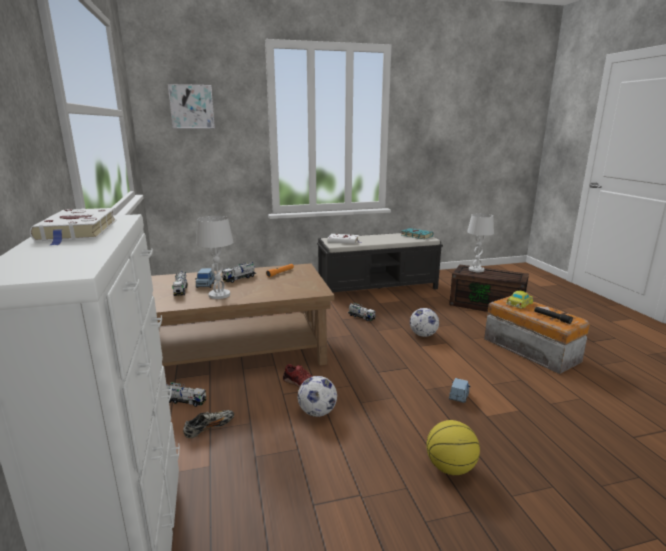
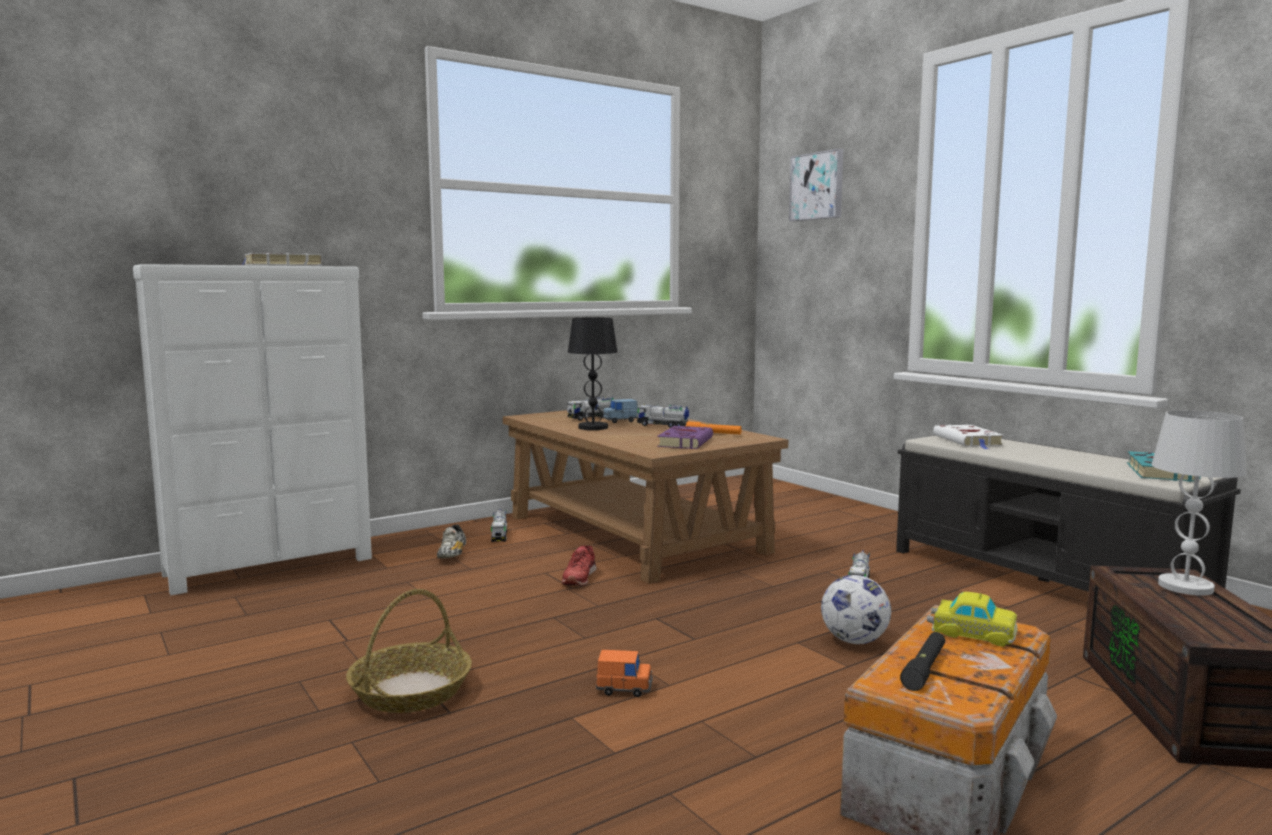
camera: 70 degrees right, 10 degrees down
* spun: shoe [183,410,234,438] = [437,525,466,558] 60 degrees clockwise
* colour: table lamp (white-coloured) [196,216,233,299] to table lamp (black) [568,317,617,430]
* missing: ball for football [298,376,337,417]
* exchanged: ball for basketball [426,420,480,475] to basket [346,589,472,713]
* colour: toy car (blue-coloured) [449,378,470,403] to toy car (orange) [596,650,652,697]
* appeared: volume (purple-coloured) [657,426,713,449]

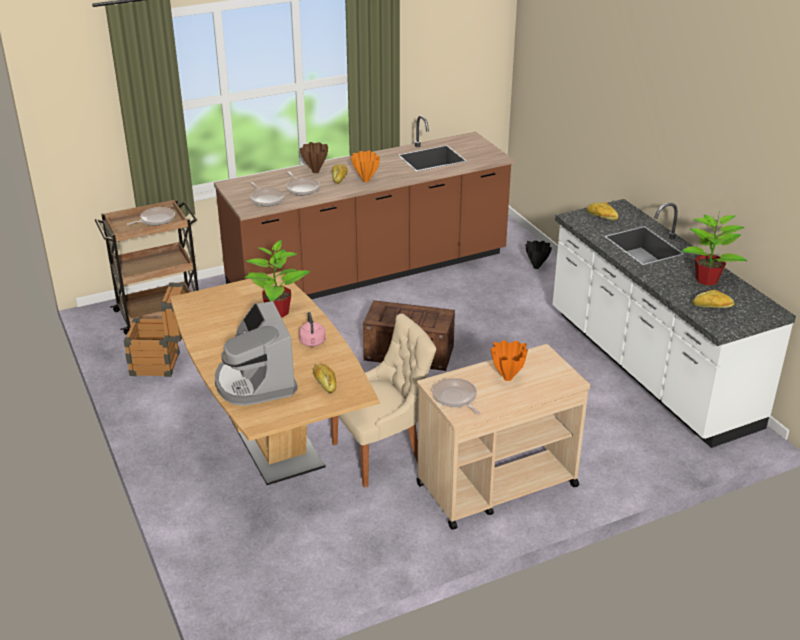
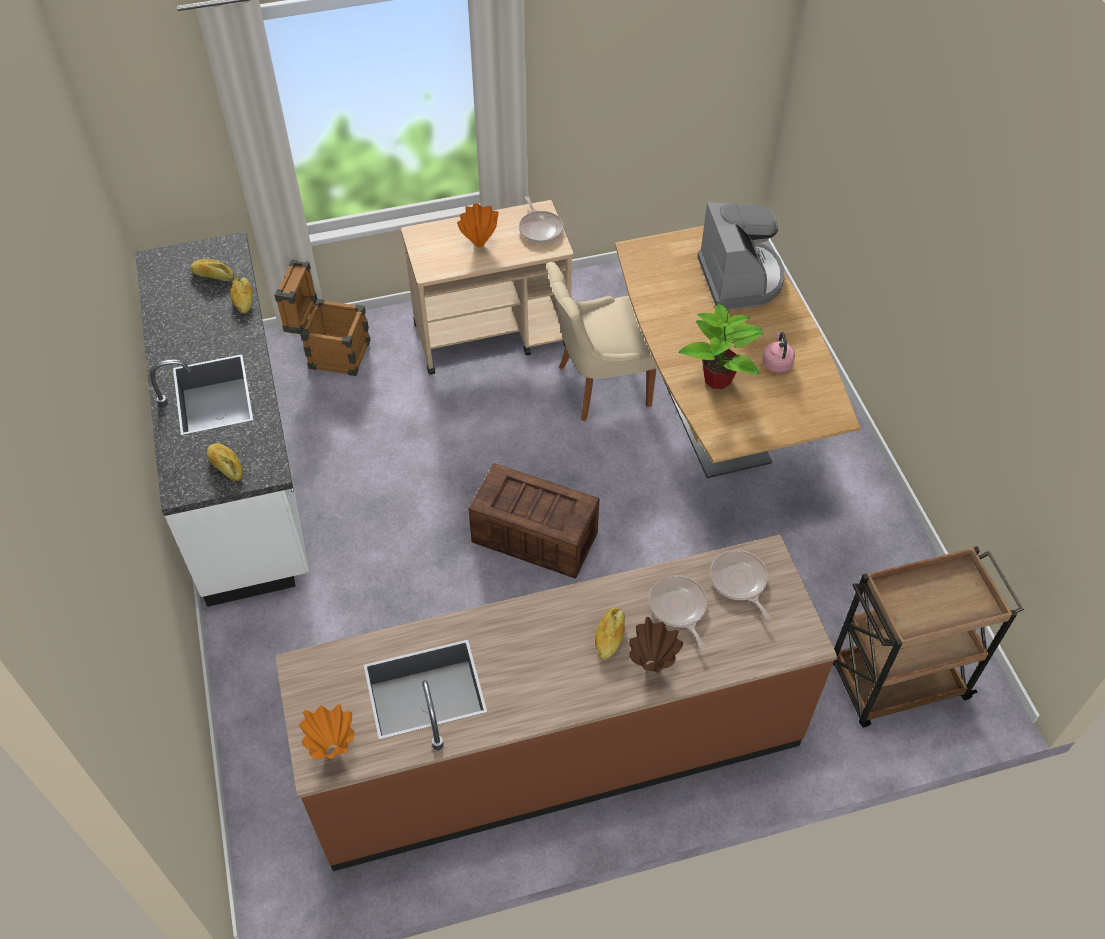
camera: 170 degrees left, 20 degrees up
* relocated: packing crate [123,283,185,377] to [274,260,370,376]
* missing: frying pan [127,207,175,226]
* relocated: kettle (pink) [299,312,326,347] to [762,331,795,373]
* relocated: bakery bread [313,364,336,393] to [230,277,253,314]
* relocated: flower vase (orange) [351,150,380,182] to [299,704,354,759]
* missing: flower vase (black) [526,240,552,269]
* missing: plant in a pot [682,214,747,286]

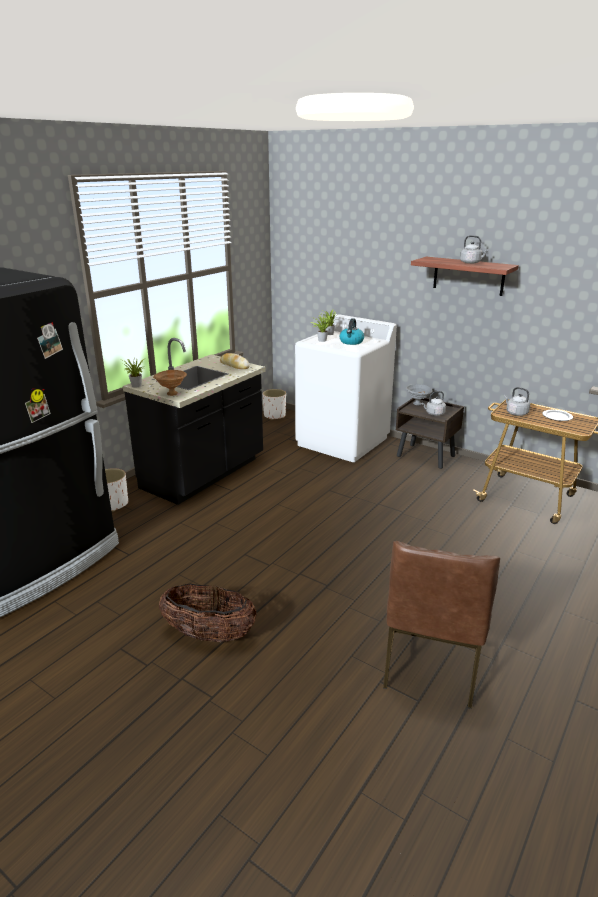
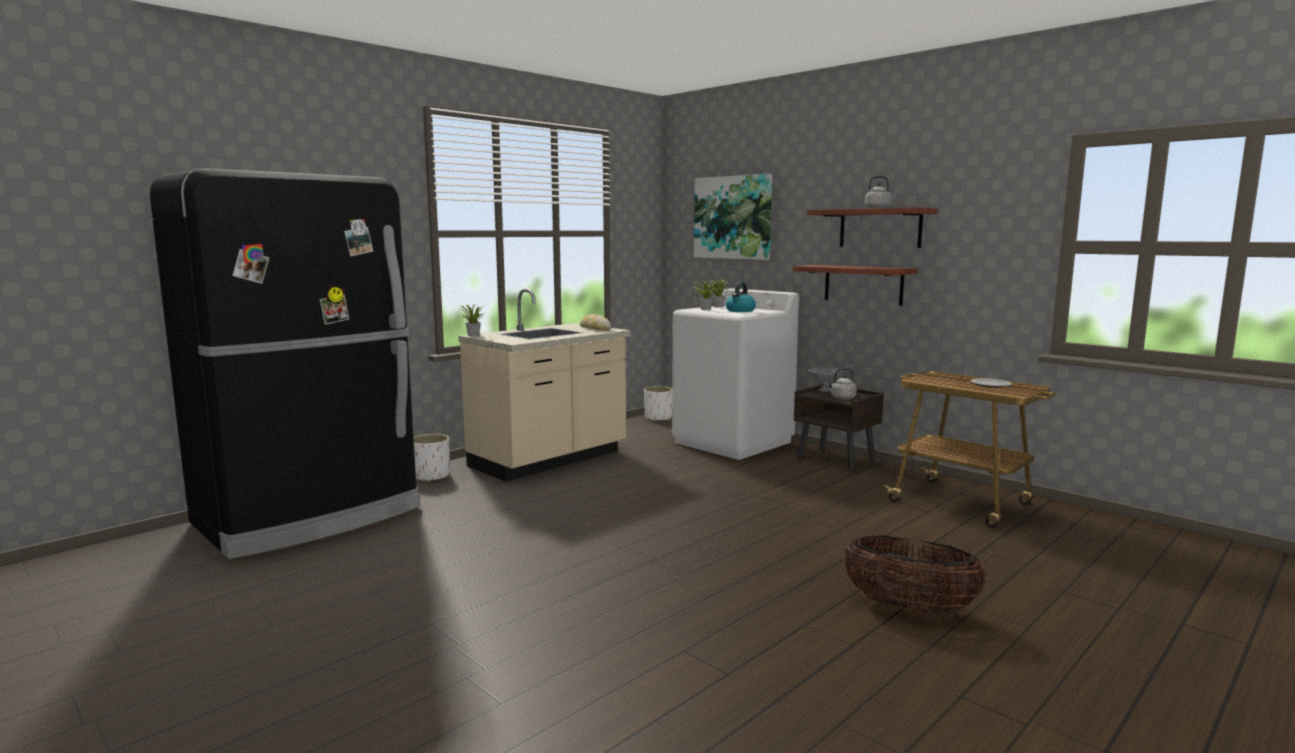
camera: 10 degrees right, 15 degrees down
* colour: kitchen counter (black) [123,338,266,505] to kitchen counter (sand-coloured) [458,288,631,482]
* missing: serving bowl (brown-coloured) [153,370,187,396]
* relocated: basket [159,584,257,642] to [843,535,986,614]
* missing: plain chair (brown-coloured) [383,541,500,709]
* missing: kettle (greyish) [504,387,530,416]
* appeared: wall picture [694,174,772,260]
* appeared: wall shelf [793,265,918,306]

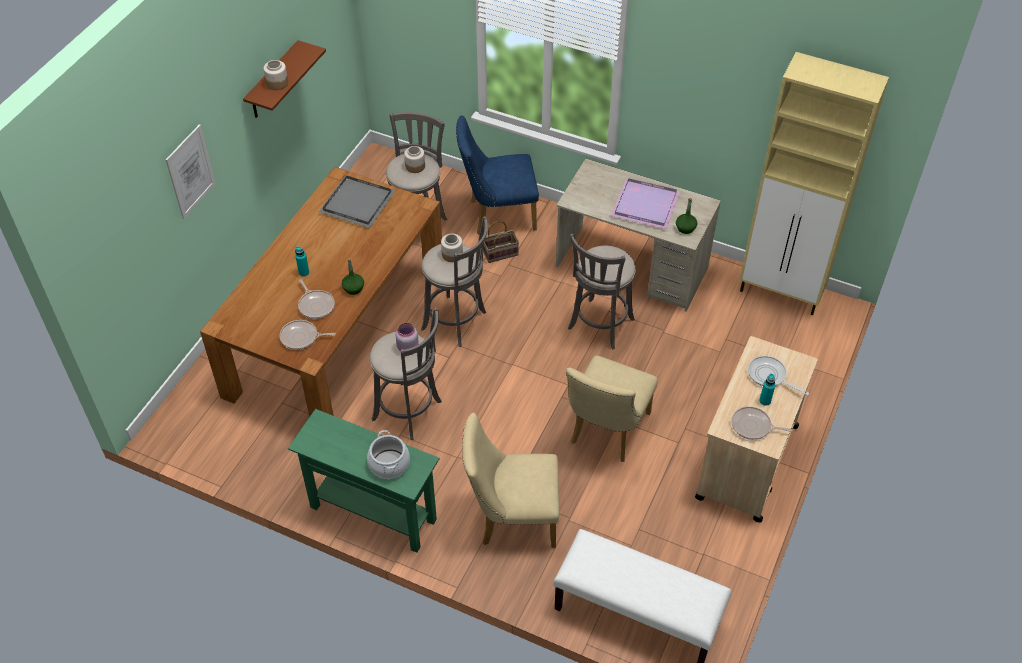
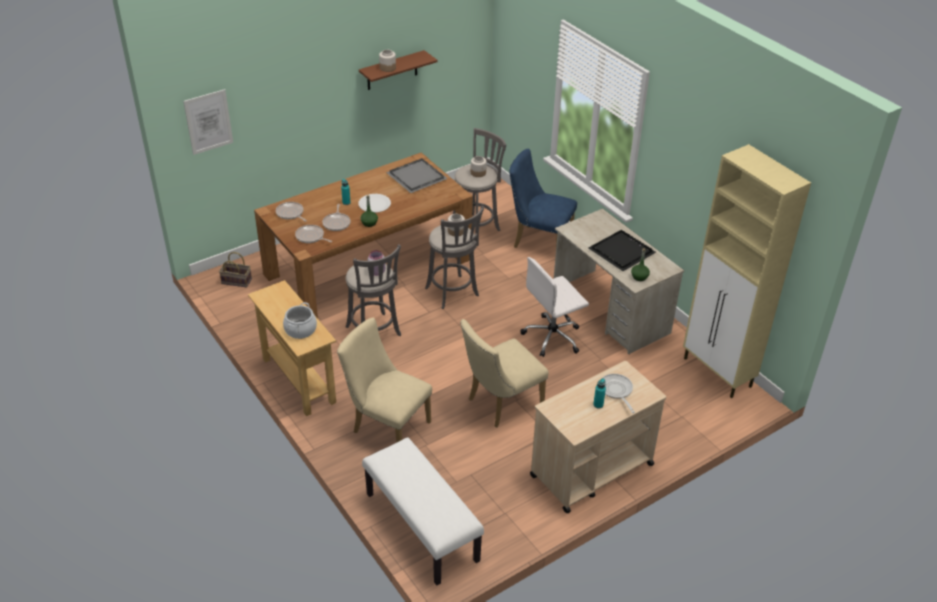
camera: 30 degrees right, 10 degrees down
* relocated: wall picture [166,124,216,219] to [183,89,233,155]
* colour: narrow table (green-coloured) [288,409,440,553] to narrow table (sand-coloured) [248,280,336,416]
* relocated: basket [483,221,519,263] to [219,252,252,287]
* exchanged: stool seat (greyish) [568,233,636,350] to office chair (white-coloured) [520,257,589,357]
* colour: serving tray (purple-coloured) [611,178,680,229] to serving tray (black) [588,230,656,271]
* relocated: frying pan [731,406,792,440] to [276,202,307,222]
* appeared: flat dish (white-coloured) [358,194,391,213]

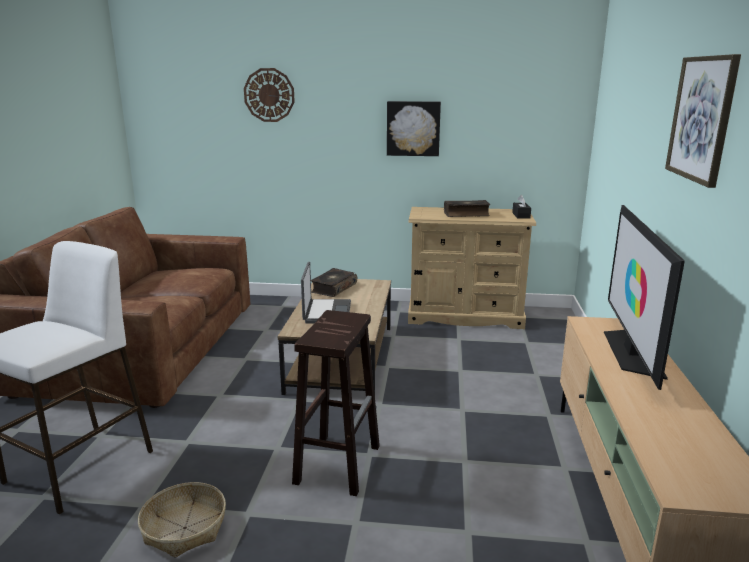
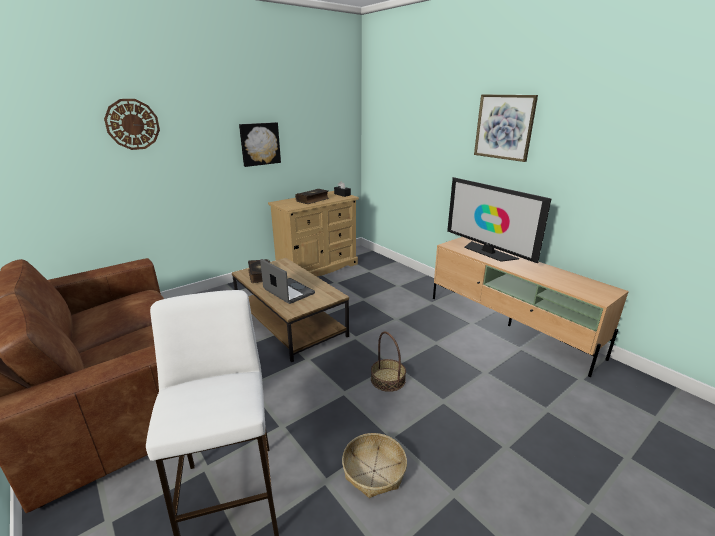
camera: 45 degrees left, 5 degrees up
* exchanged: stool seat (brown-coloured) [292,310,380,496] to basket [371,331,406,392]

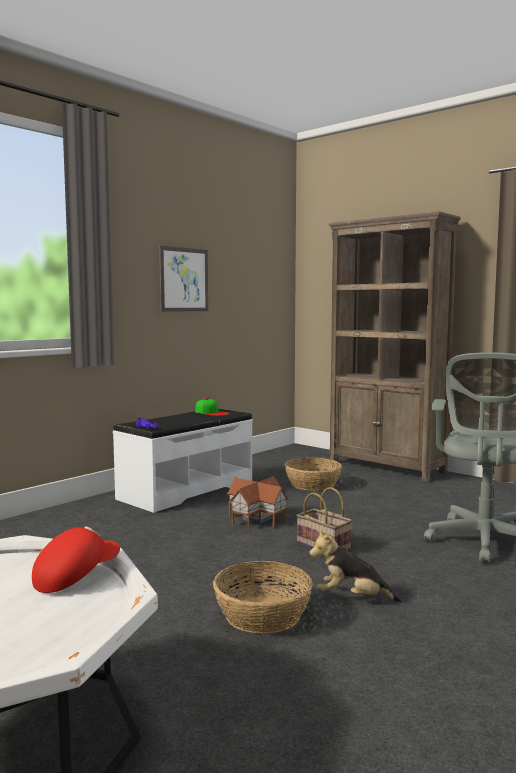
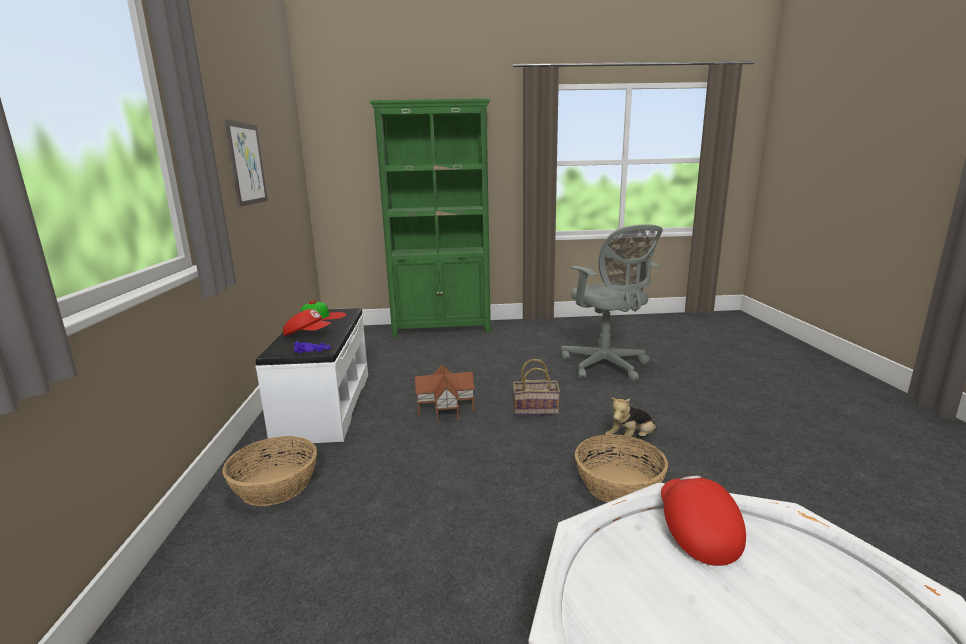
camera: 45 degrees left, 10 degrees up
* relocated: basket [284,457,342,491] to [222,436,317,506]
* colour: bookshelf (brown-coloured) [328,211,461,482] to bookshelf (green-coloured) [370,98,491,337]
* appeared: cap (red-coloured) [283,309,330,336]

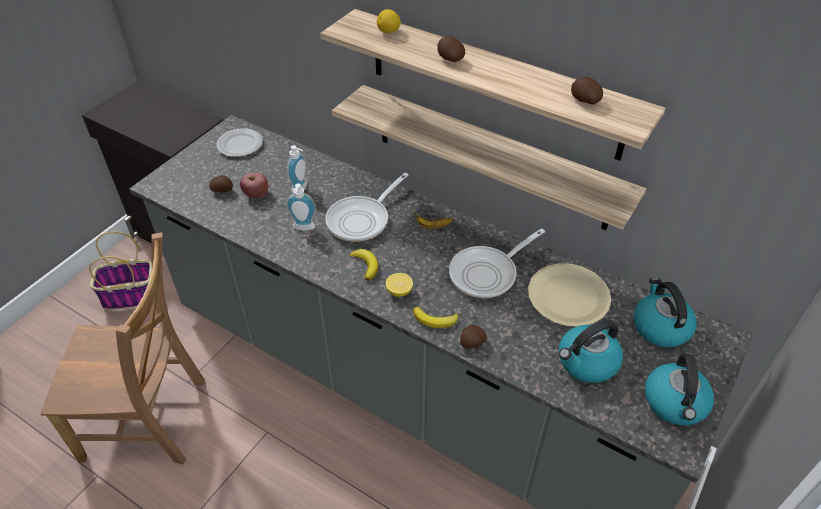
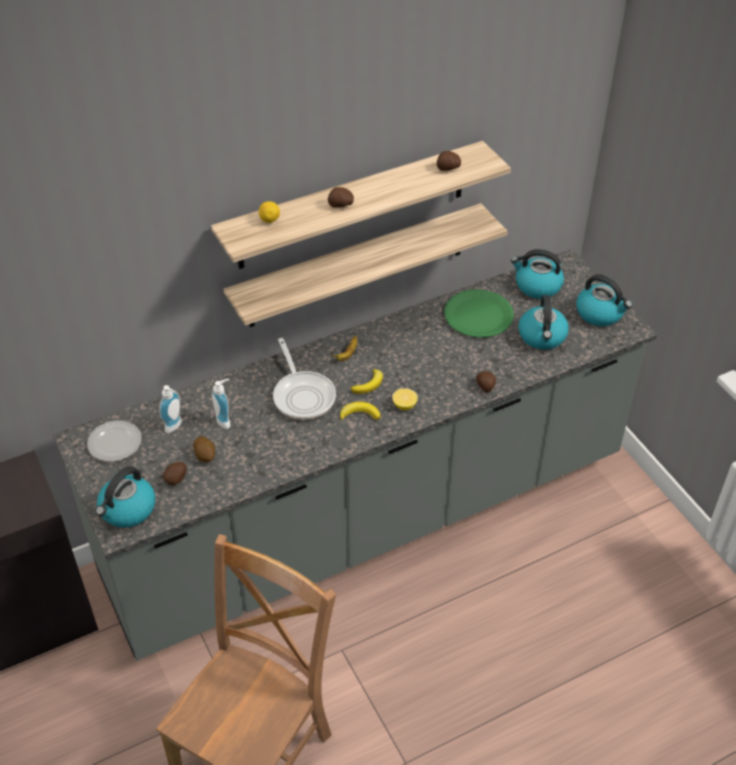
camera: 60 degrees left, 0 degrees up
* missing: basket [89,231,152,310]
* exchanged: whole apple [240,173,268,198] to spud [193,436,215,462]
* relocated: soap bottle [286,184,316,231] to [159,385,182,433]
* relocated: banana [413,307,458,328] to [351,369,383,394]
* missing: frying pan [449,229,545,298]
* colour: flat dish (sand-coloured) [528,263,611,327] to flat dish (green-coloured) [444,289,514,338]
* appeared: kettle [96,466,155,528]

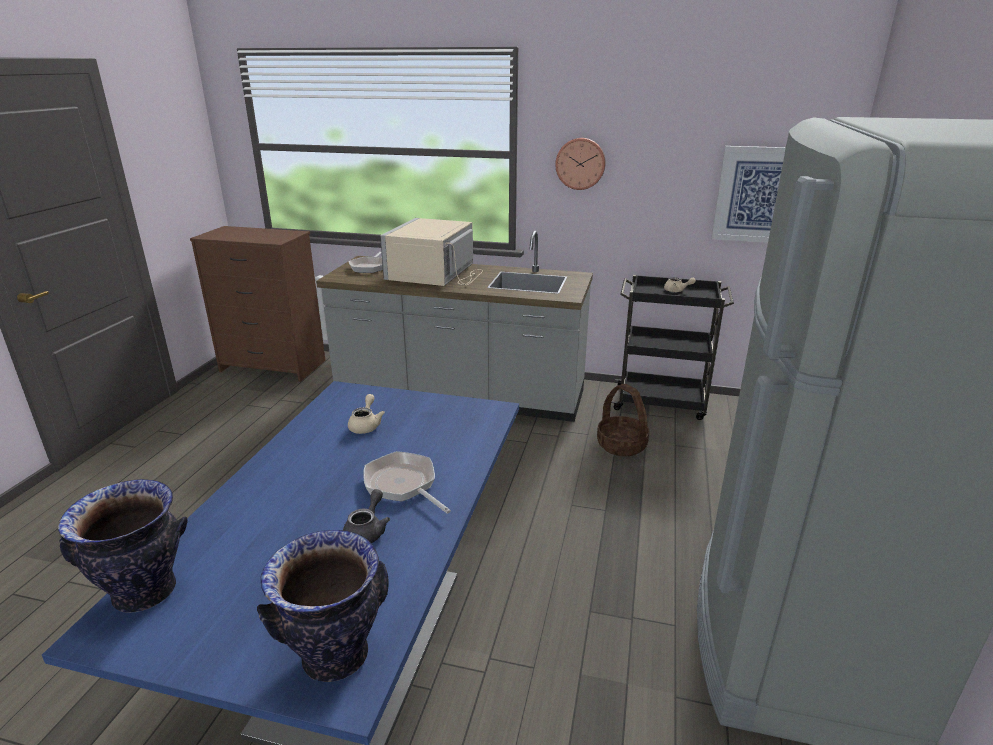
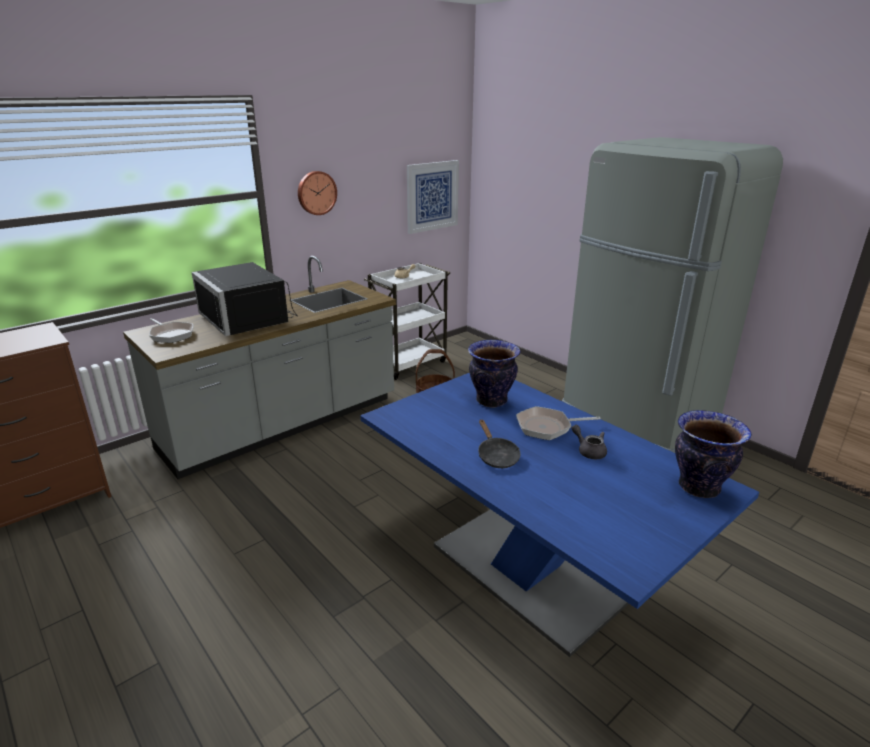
camera: 55 degrees left, 0 degrees up
* relocated: flower vase [58,479,187,613] to [468,340,521,407]
* missing: tea pot (sand-coloured) [348,394,385,434]
* colour: kitchen microwave (sand-coloured) [380,218,483,286] to kitchen microwave (black) [192,262,298,336]
* colour: trolley (black) [611,275,734,420] to trolley (white-coloured) [364,263,450,380]
* appeared: frying pan (black) [478,419,521,468]

